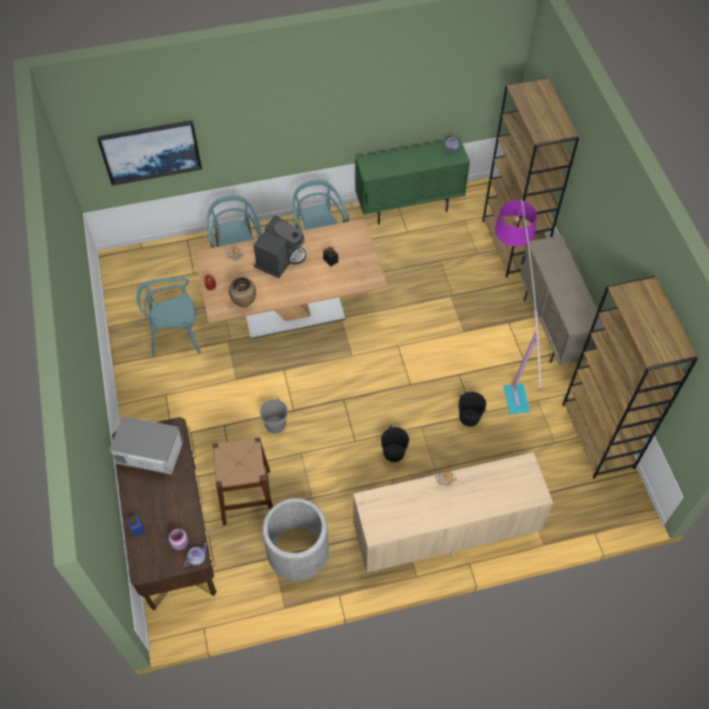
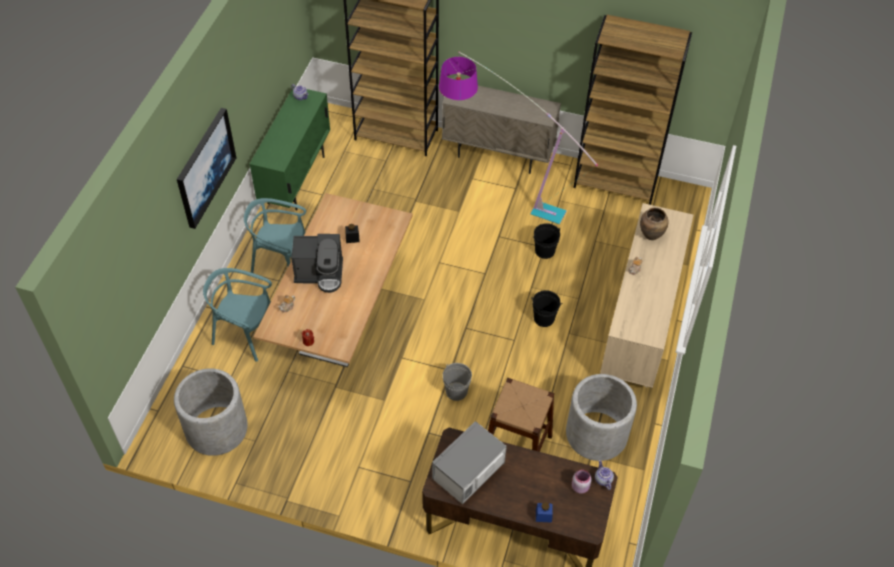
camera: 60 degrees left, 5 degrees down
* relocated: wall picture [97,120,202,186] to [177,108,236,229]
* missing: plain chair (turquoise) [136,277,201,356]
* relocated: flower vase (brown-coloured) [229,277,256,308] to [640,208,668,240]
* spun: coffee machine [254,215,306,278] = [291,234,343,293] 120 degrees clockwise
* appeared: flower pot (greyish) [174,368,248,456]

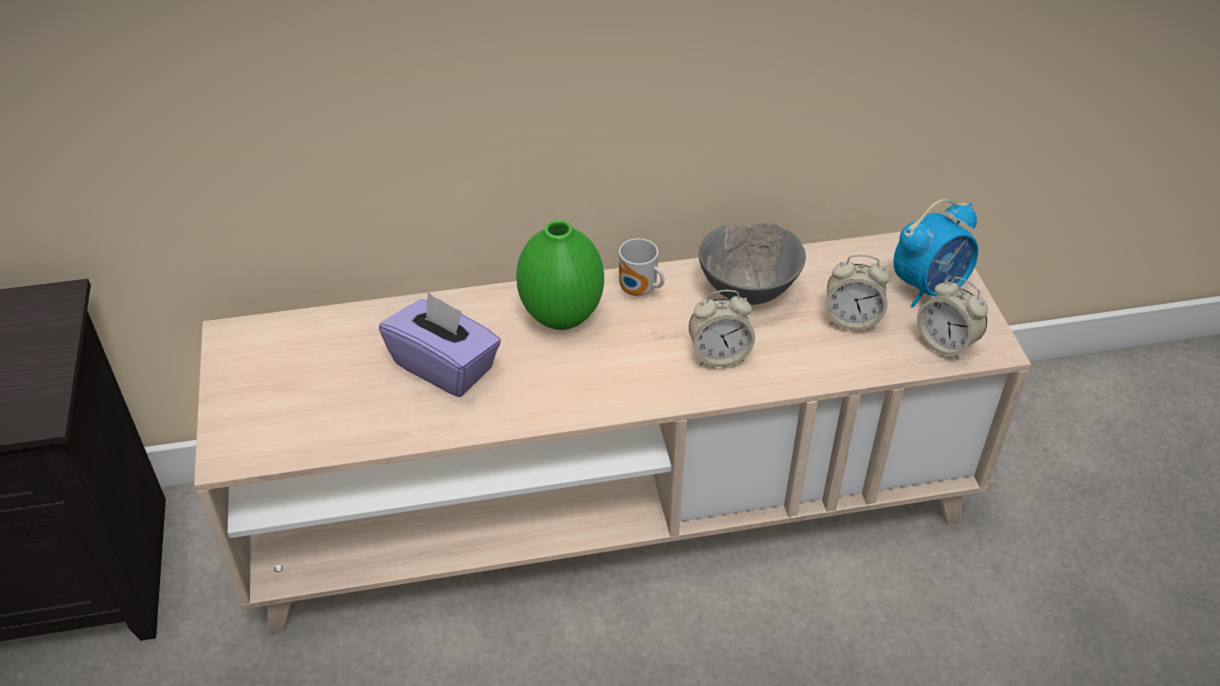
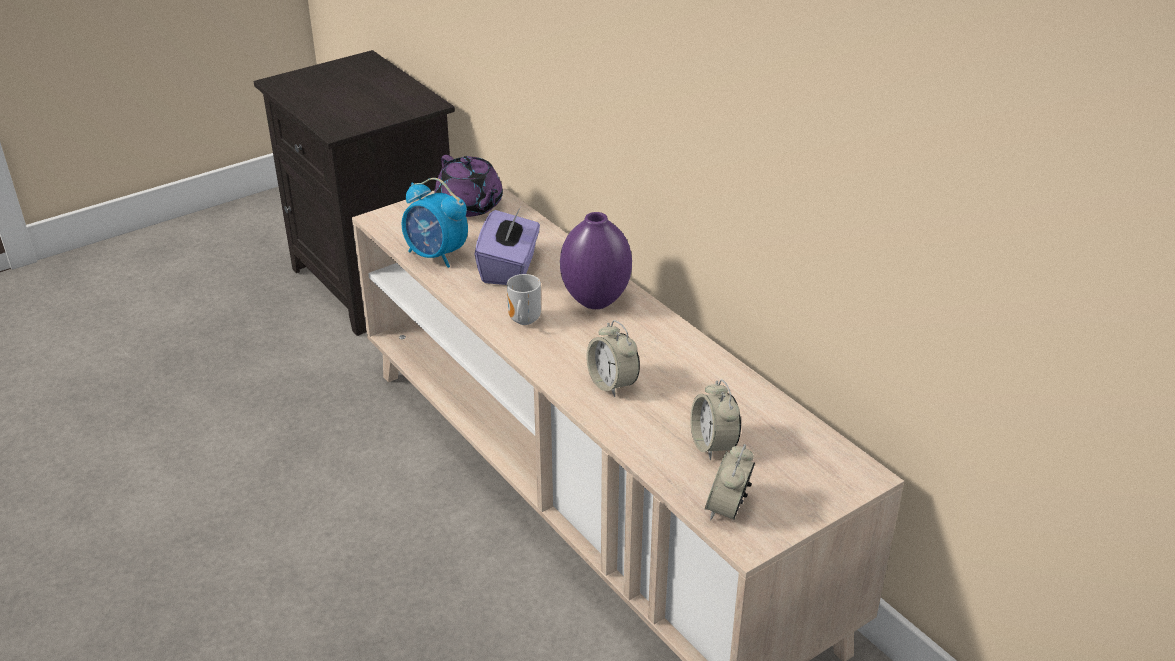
camera: 65 degrees right, 10 degrees down
* colour: flower vase (green-coloured) [516,220,604,330] to flower vase (purple-coloured) [560,212,632,309]
* relocated: coffee mug [619,238,665,296] to [507,274,541,325]
* missing: serving bowl (greyish) [698,223,806,305]
* relocated: table clock [893,199,978,307] to [402,178,468,268]
* appeared: tea pot (purple-coloured) [434,155,503,217]

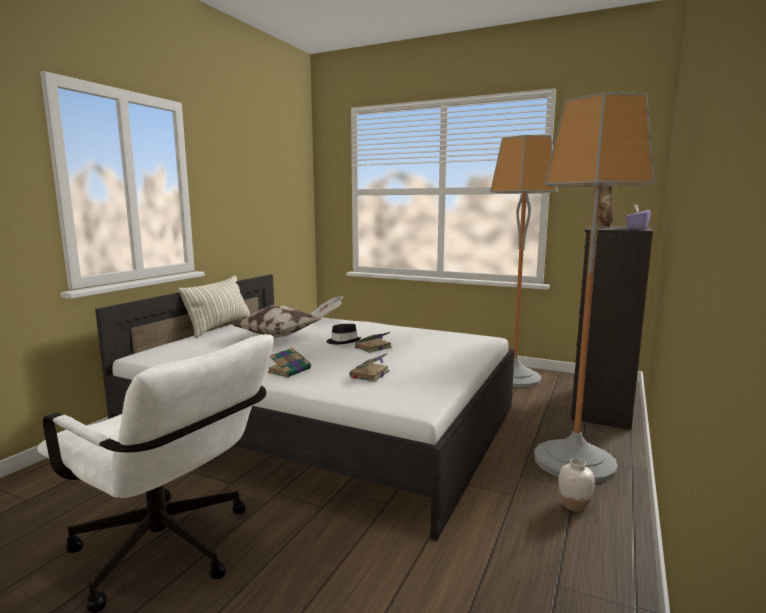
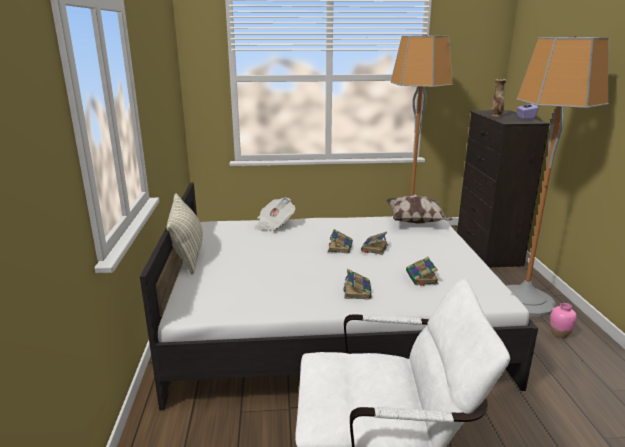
camera: 30 degrees left, 10 degrees up
* relocated: pillow [231,305,321,338] to [386,195,453,224]
* exchanged: hat (black) [327,324,361,345] to volume [328,229,353,253]
* colour: flower vase (white-coloured) [558,458,595,512] to flower vase (pink) [550,303,577,338]

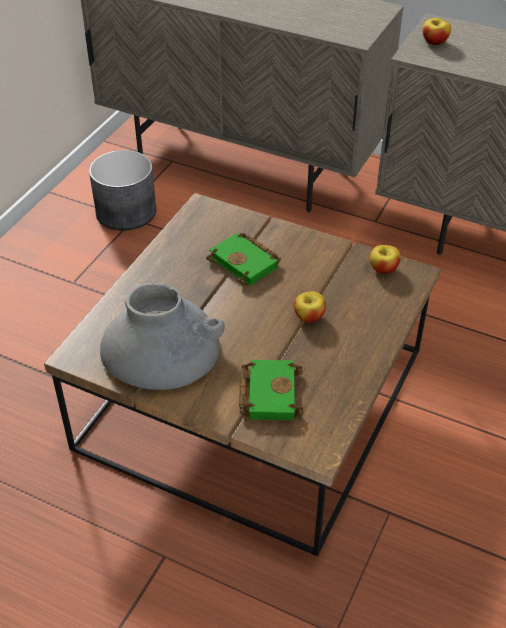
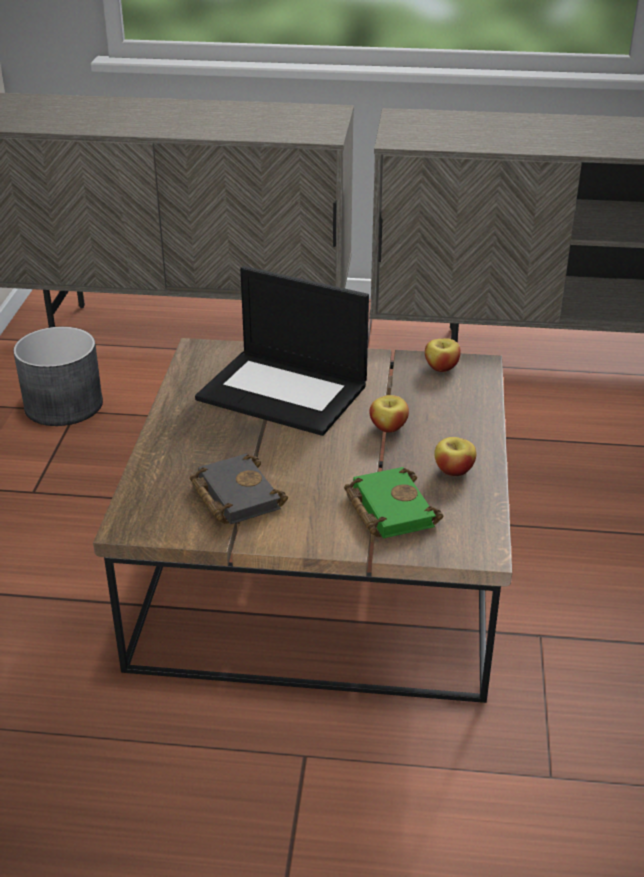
camera: 20 degrees left, 10 degrees down
* exchanged: flower vase (greyish) [100,283,225,390] to volume (black) [190,454,288,524]
* exchanged: volume (green-coloured) [206,233,281,286] to notebook computer [195,266,369,436]
* relocated: whole apple [422,18,451,45] to [434,437,476,476]

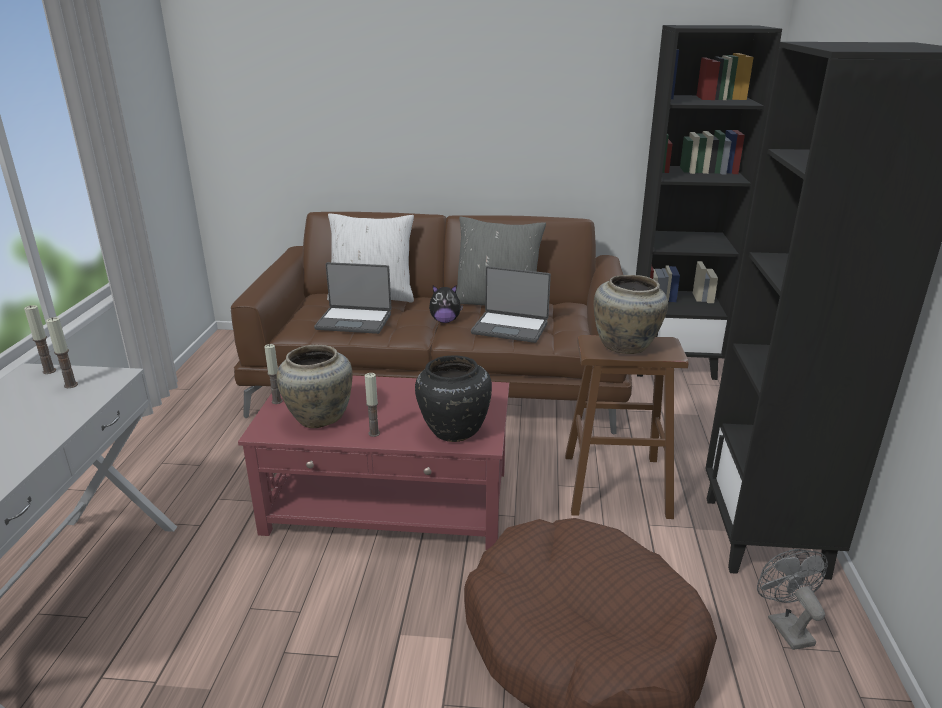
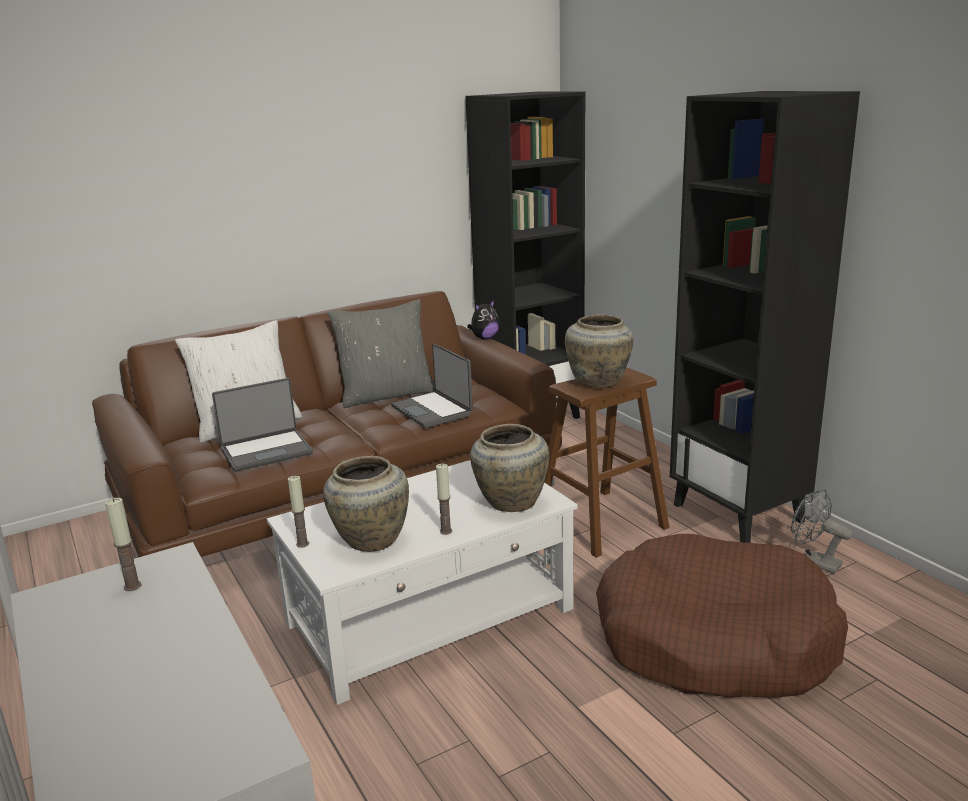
camera: 35 degrees left, 5 degrees down
* missing: wax light [24,305,56,374]
* colour: lounge table (red-coloured) [238,376,509,550] to lounge table (white-coloured) [267,460,578,705]
* colour: flower vase (black) [415,355,492,442] to flower vase (sand-coloured) [470,424,549,512]
* relocated: cuddly toy [429,286,463,323] to [467,300,500,339]
* spun: notebook computer [471,266,551,343] = [391,344,473,428] 75 degrees clockwise

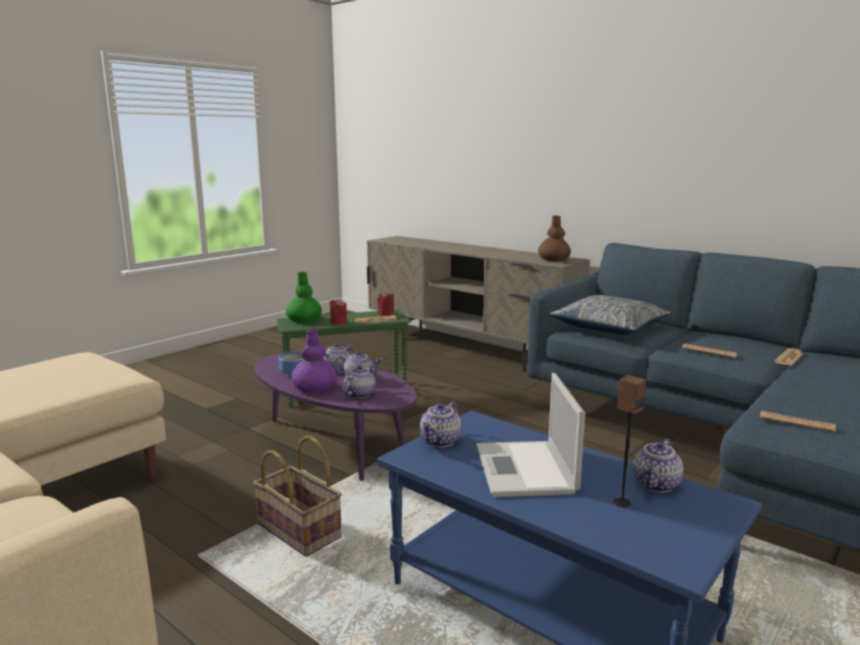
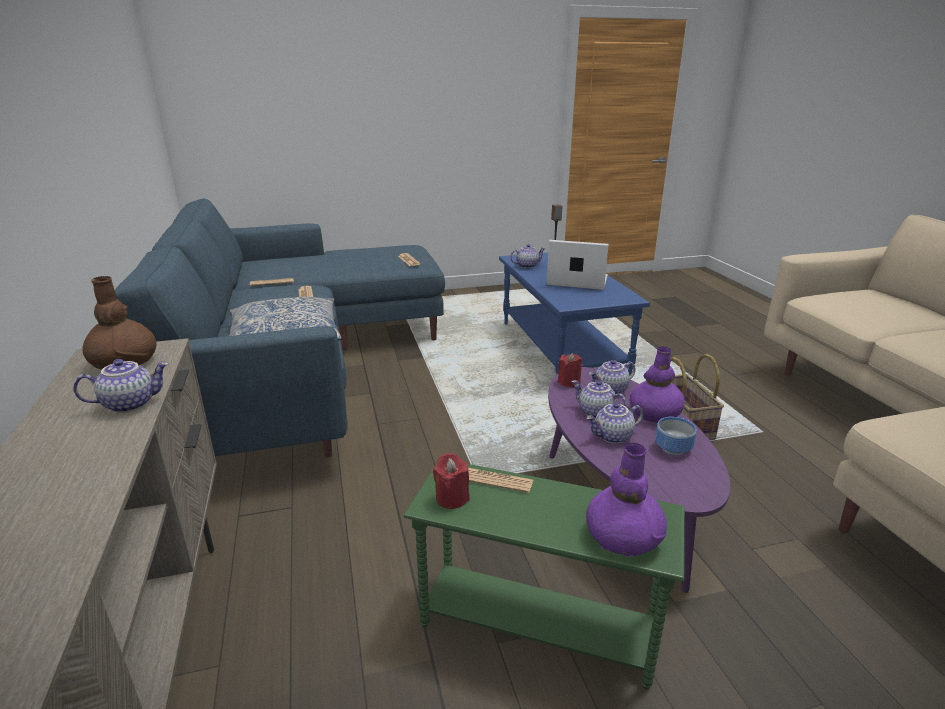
camera: 145 degrees left, 10 degrees up
* colour: flower vase (green-coloured) [286,272,322,323] to flower vase (purple-coloured) [586,443,667,557]
* relocated: wax light (red-coloured) [330,299,347,325] to [558,353,582,388]
* relocated: tea pot [420,401,462,447] to [73,359,169,413]
* spun: notebook computer [476,373,585,497] = [547,240,609,290] 105 degrees counterclockwise

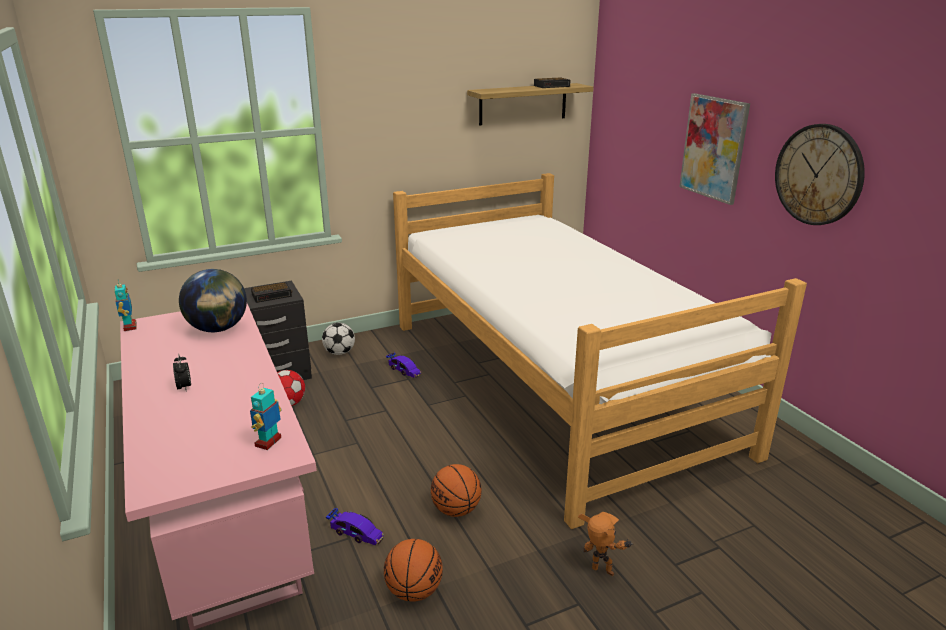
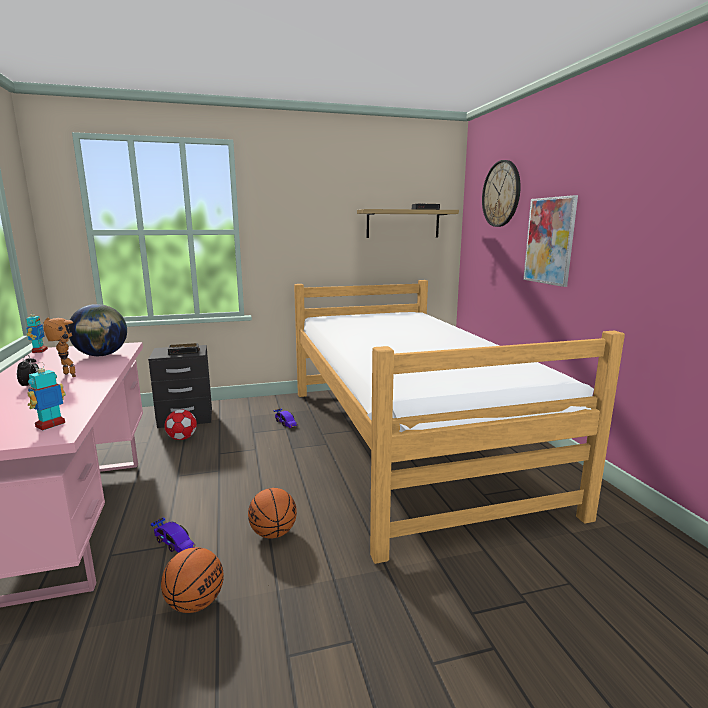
camera: 10 degrees right, 10 degrees down
* missing: ball for football [322,323,355,355]
* relocated: toy robot [578,512,633,576] to [43,318,76,377]
* relocated: clock on the wall [775,124,865,225] to [482,160,521,227]

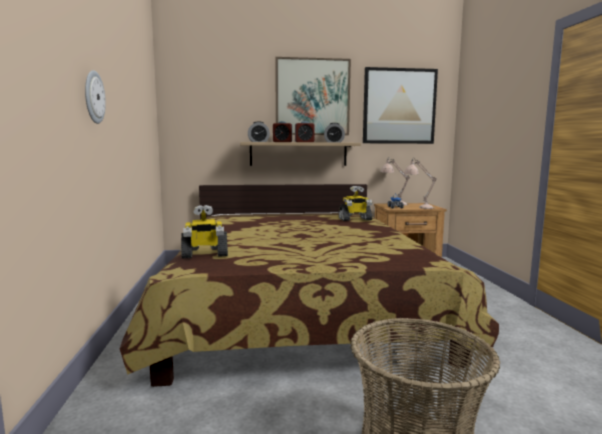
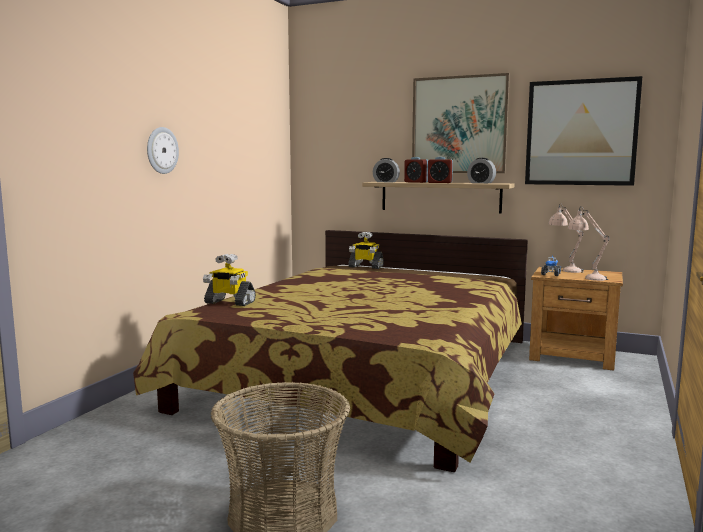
camera: 30 degrees right, 0 degrees up
* relocated: toy robot [339,186,372,221] to [348,232,384,269]

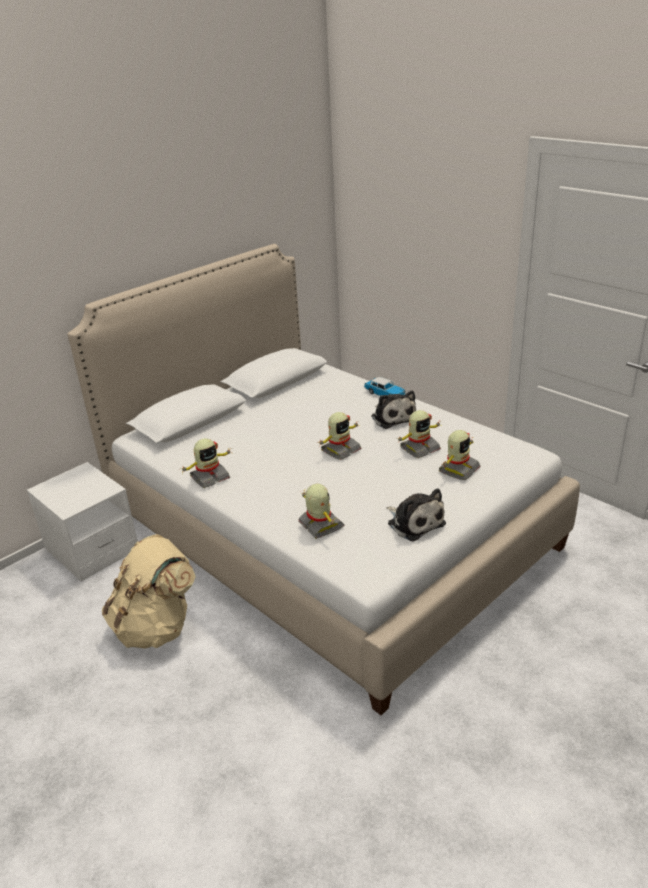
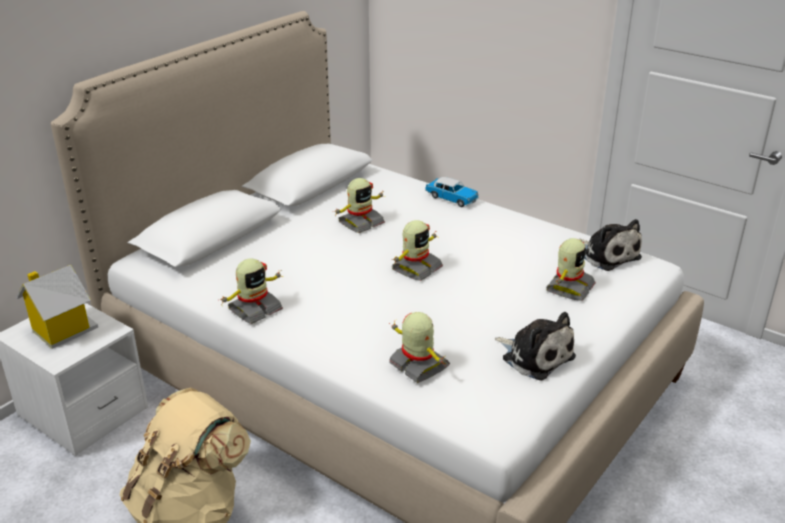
camera: 10 degrees left, 0 degrees up
* relocated: cuddly toy [371,391,416,429] to [579,219,642,271]
* relocated: toy robot [398,410,441,458] to [335,178,385,233]
* appeared: miniature house [16,265,98,349]

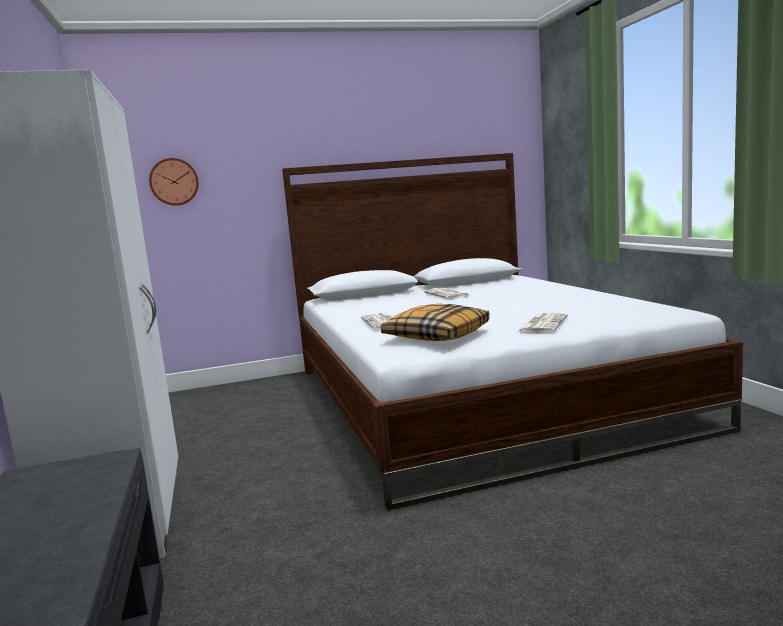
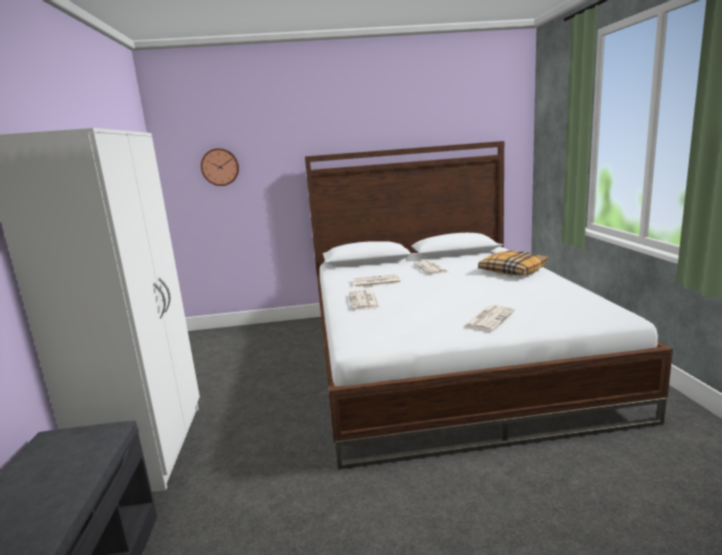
camera: 10 degrees right, 5 degrees up
* relocated: pillow [381,304,489,341] to [478,251,548,275]
* appeared: printed paper [353,274,401,287]

